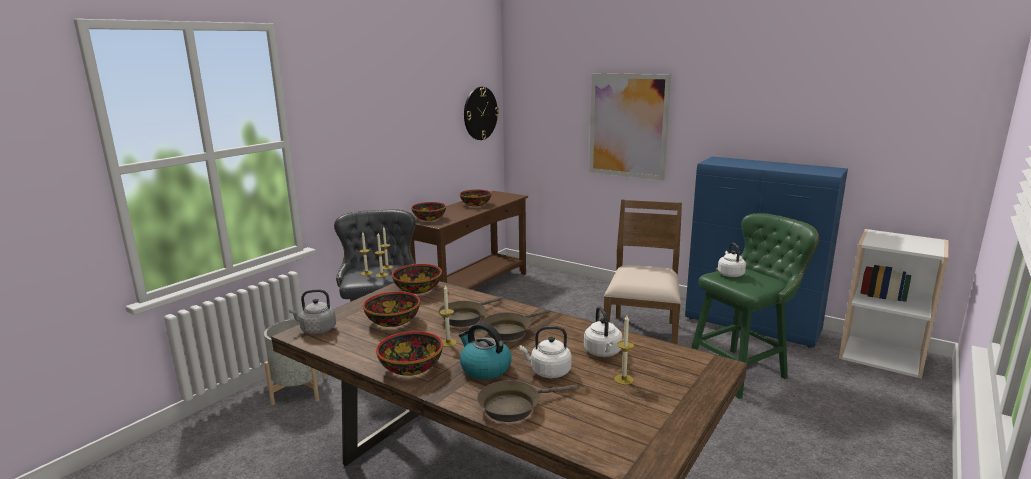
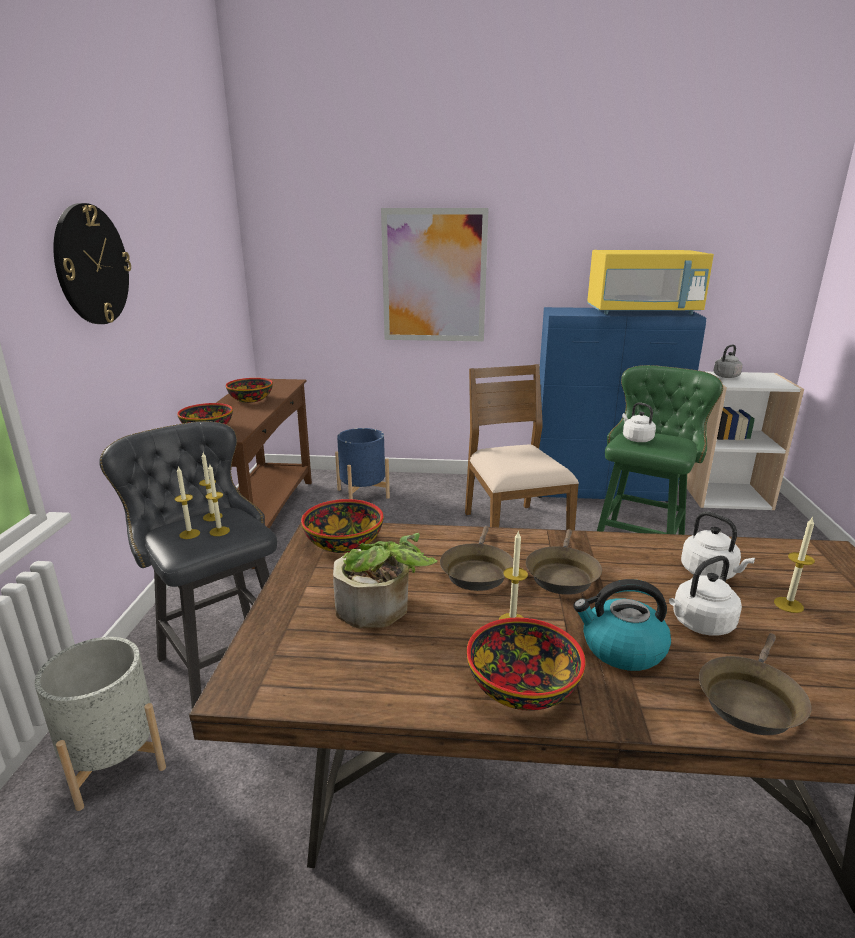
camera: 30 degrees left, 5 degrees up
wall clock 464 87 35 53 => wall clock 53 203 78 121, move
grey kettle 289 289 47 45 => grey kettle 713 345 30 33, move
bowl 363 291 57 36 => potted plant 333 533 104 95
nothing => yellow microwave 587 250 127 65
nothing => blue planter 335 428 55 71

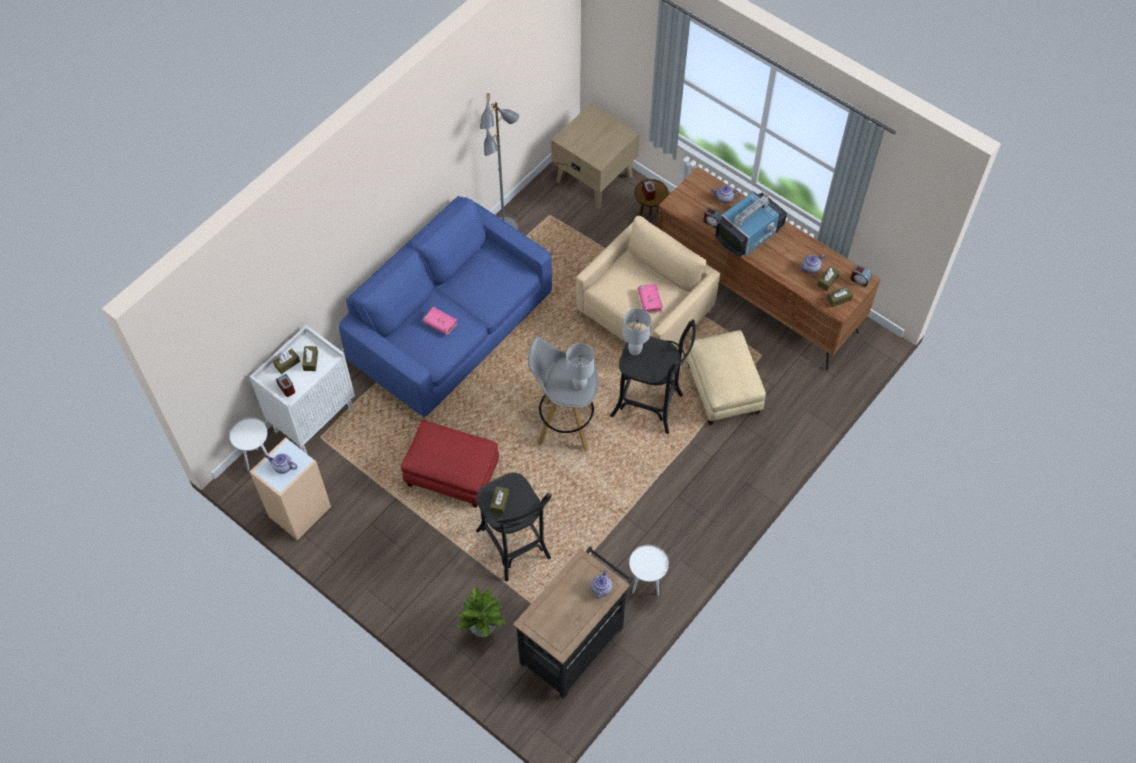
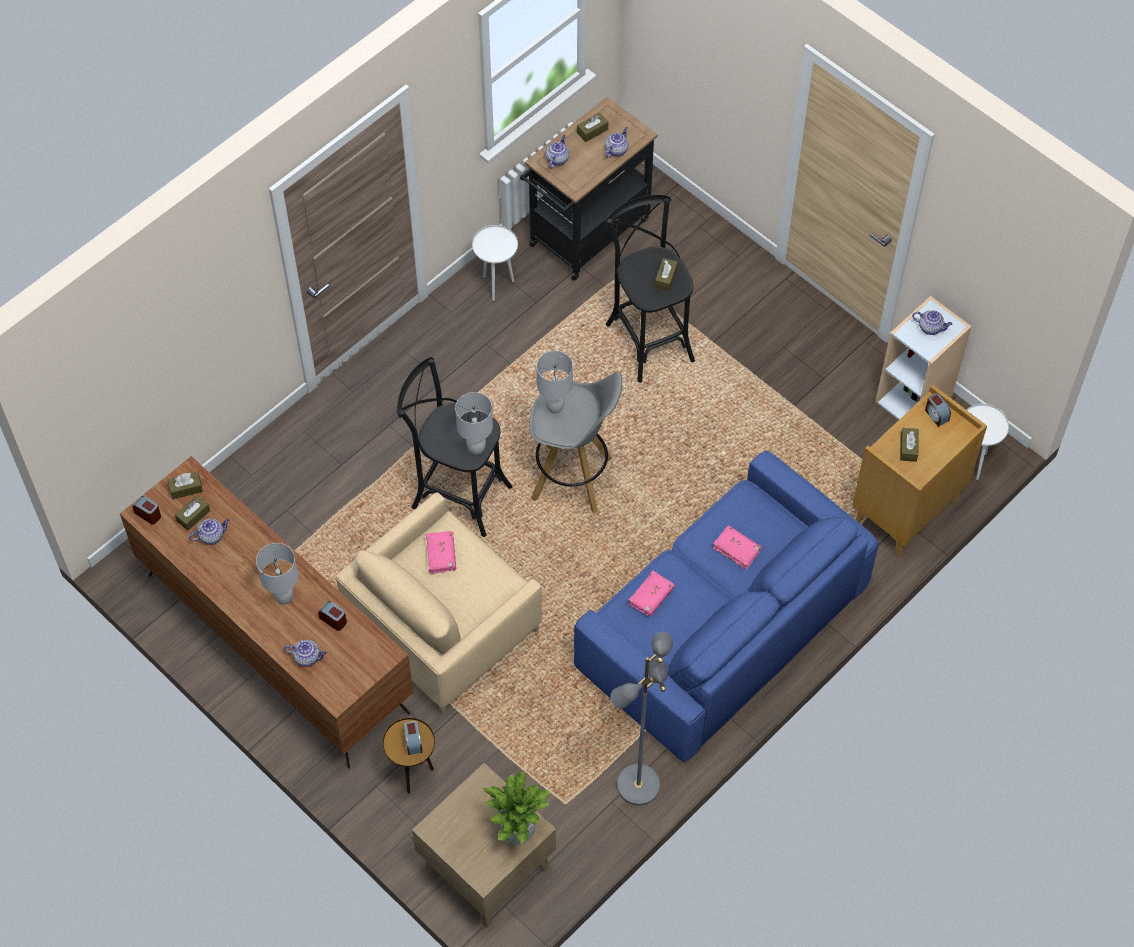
camera: 175 degrees left, 0 degrees up
television 715 191 72 66 => white table lamp 256 543 42 61
white cabinet 249 325 106 129 => brown cabinet 852 385 135 173
beige ottoman 687 330 79 95 => nothing
brown tissue box 273 349 27 25 => brown tissue box 577 113 31 29, move
red ottoman 401 420 98 88 => nothing
potted plant 456 587 50 51 => potted plant 482 772 69 72, move
nothing => teapot 605 127 23 31
nothing => pink book 628 571 47 46

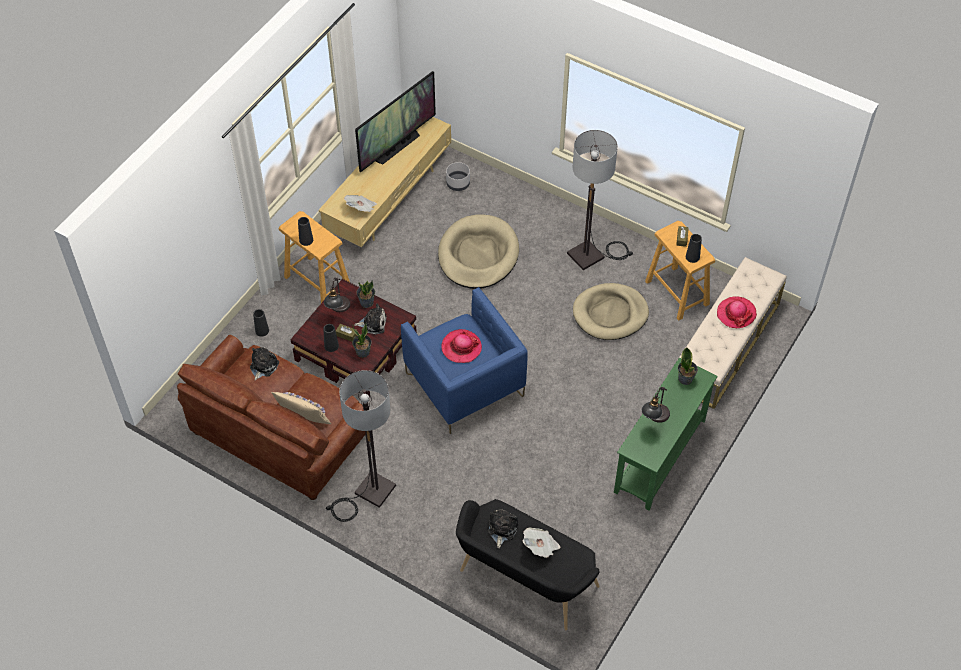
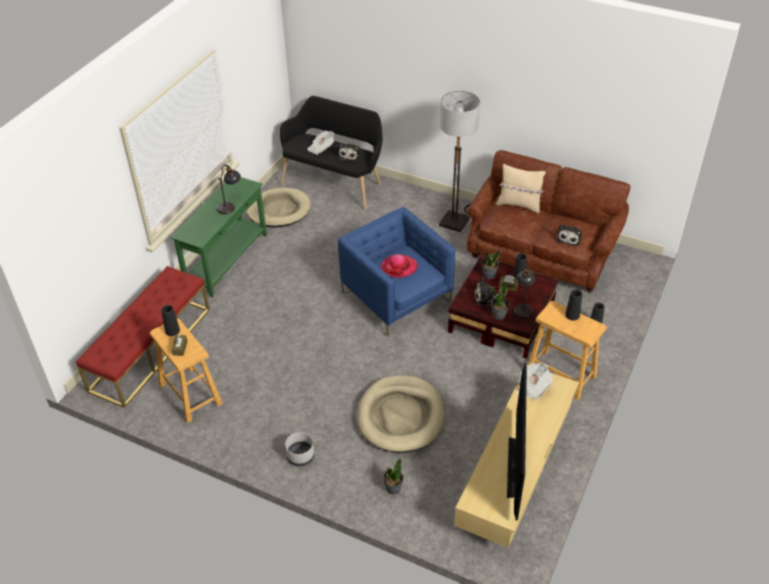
camera: 175 degrees right, 10 degrees down
television 355 71 81 101 => television 507 363 20 158, 150 degrees clockwise
floor lamp 567 130 66 140 => nothing
grey planter 446 162 24 29 => grey planter 285 432 29 34, move
beige bench 678 257 109 152 => red bench 76 266 134 142
beige dog bed 573 283 76 57 => beige dog bed 247 188 64 39, move
hat 717 296 40 32 => nothing
potted plant 678 348 20 37 => potted plant 383 458 21 37, move

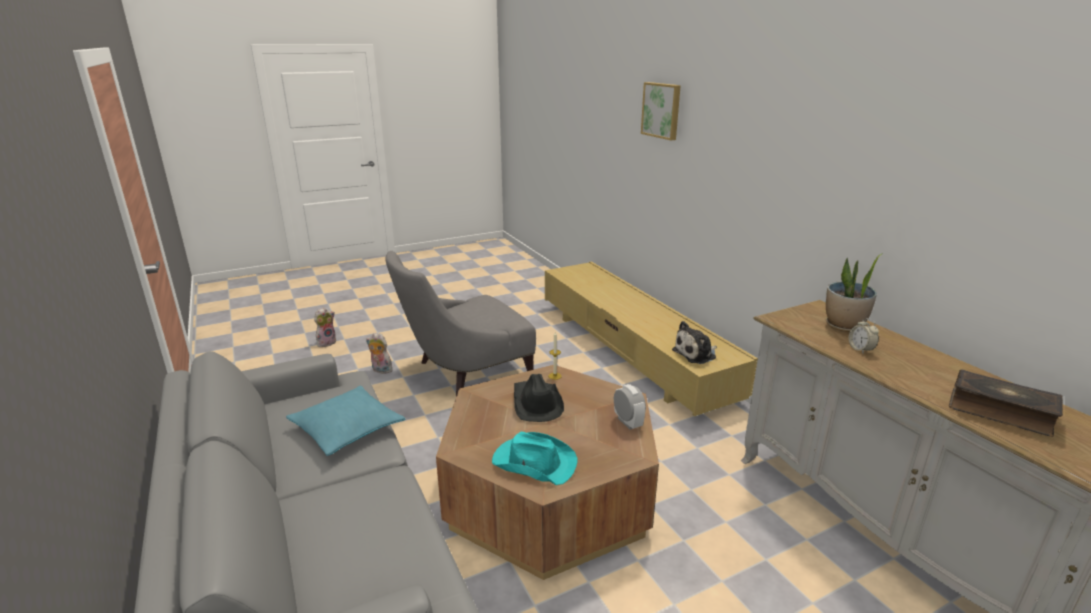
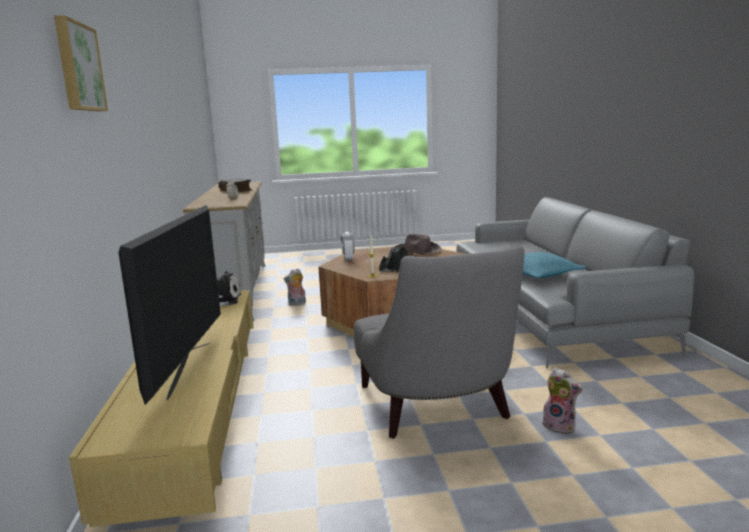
camera: 160 degrees left, 10 degrees down
grey armchair 385 251 151 145 => grey armchair 354 245 171 194, 90 degrees clockwise
potted plant 826 253 57 79 => nothing
plush toy 314 308 22 39 => plush toy 284 268 22 37, move
turquoise hat 492 432 85 53 => brown hat 395 234 46 21
nothing => television 118 205 103 200

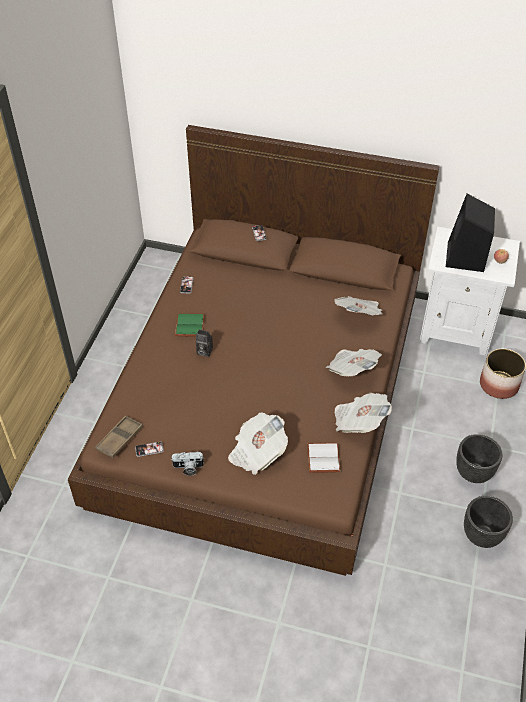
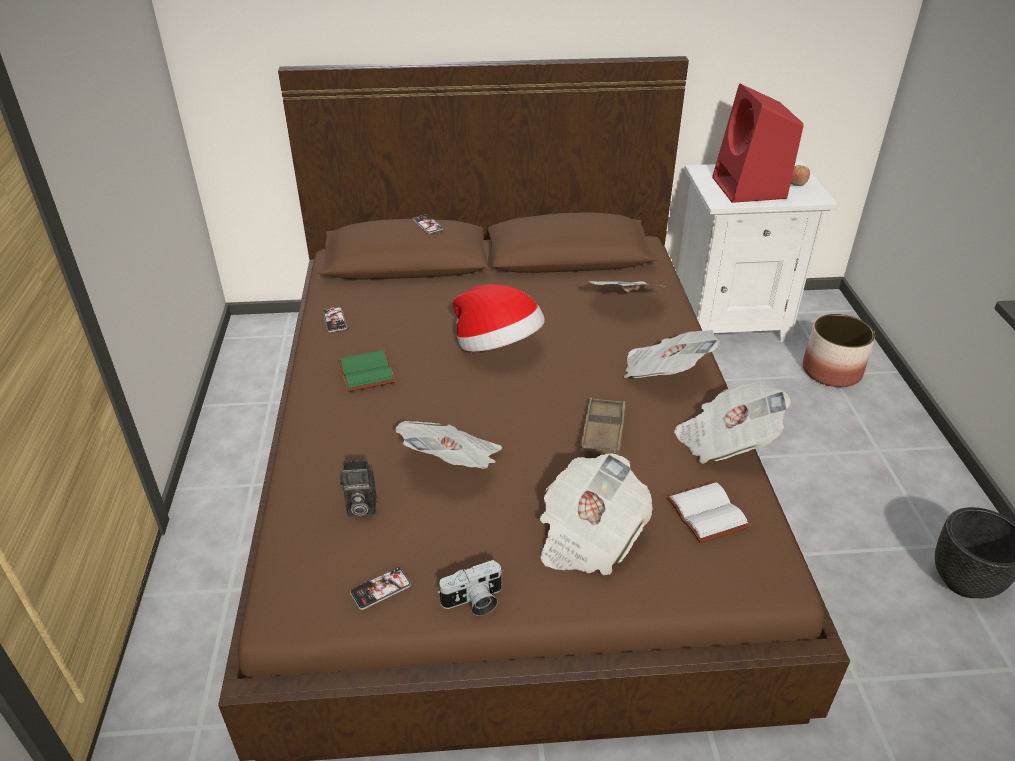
camera: 20 degrees left, 10 degrees down
black speaker 446 194 49 78 => red speaker 712 84 92 119
photo camera 196 329 17 28 => photo camera 340 460 36 57, move
brown tray 95 416 48 42 => brown tray 580 398 46 57, move
black planter 456 434 46 49 => nothing
nothing => hat 453 284 92 68
nothing => newspaper 396 421 106 48

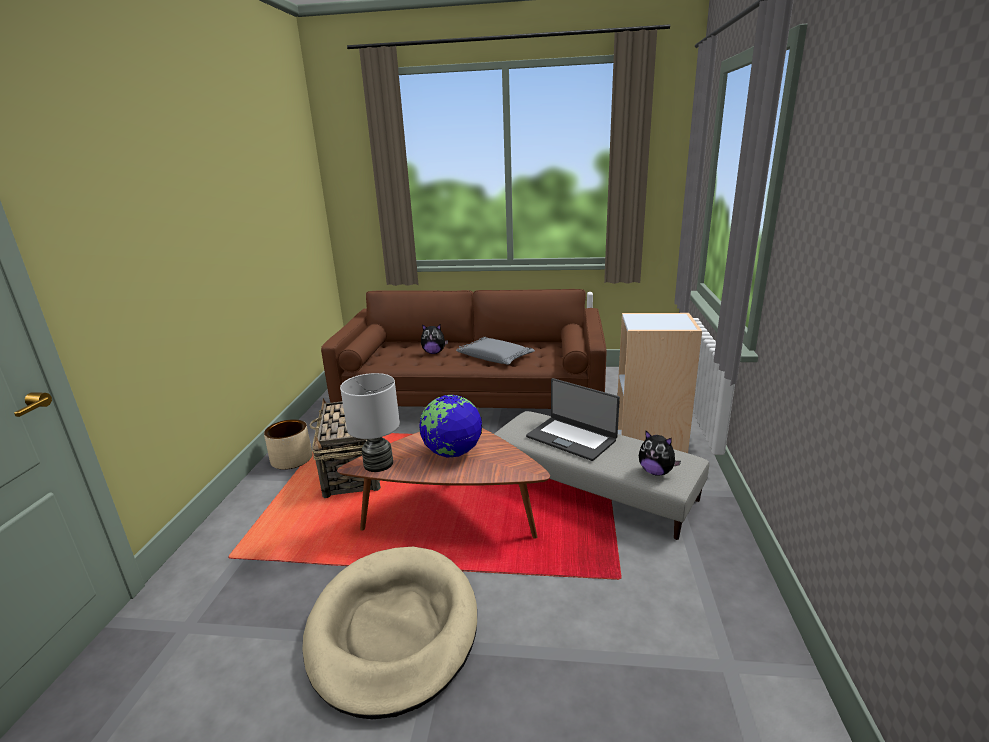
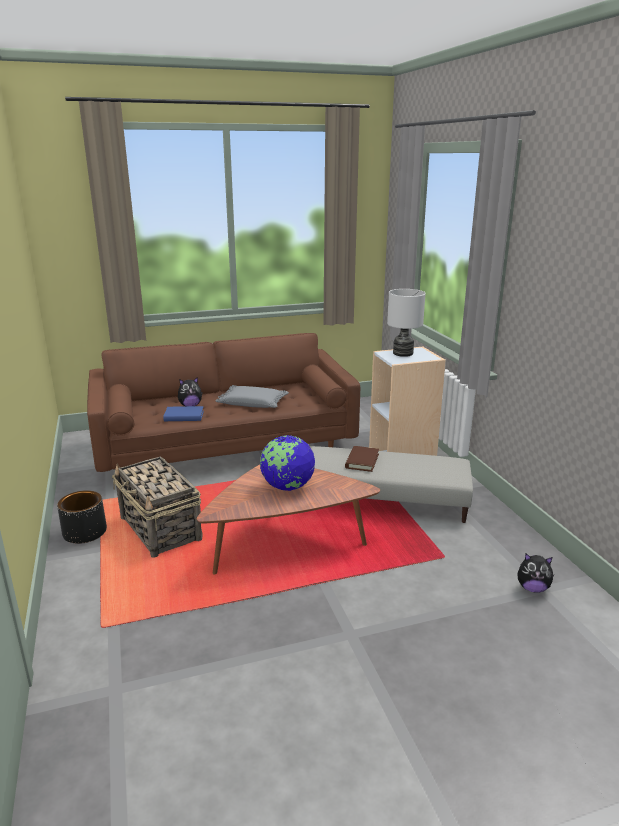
camera: 25 degrees left, 0 degrees up
grey table lamp 340 373 60 99 => grey table lamp 387 289 39 68, move
laptop 526 378 94 83 => brown book 345 446 34 26
beige planter 264 419 48 51 => black planter 57 490 50 54
plush toy 638 430 43 46 => plush toy 517 554 38 39, move
beige dog bed 302 547 175 172 => nothing
nothing => blue book 163 406 41 15

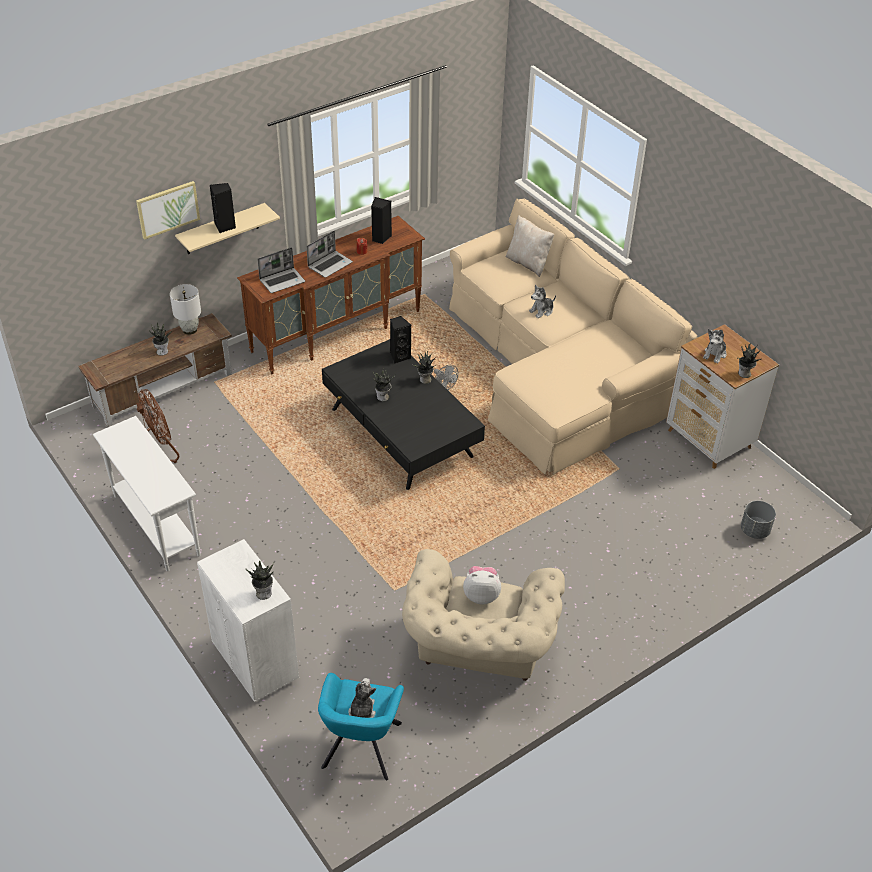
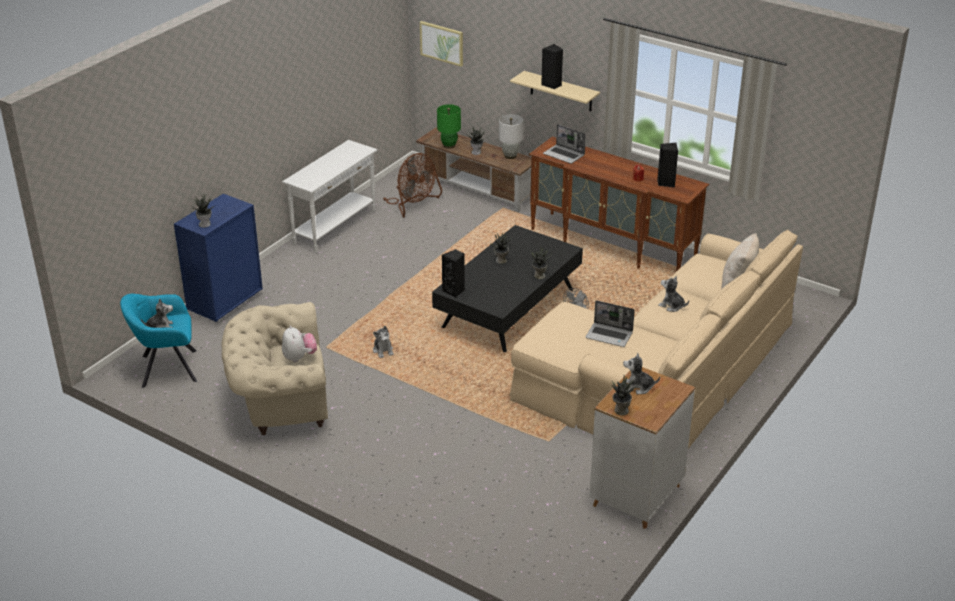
camera: 70 degrees right, 10 degrees down
picture 136 181 64 59 => picture 420 21 43 46, move
laptop 307 231 46 47 => laptop 585 300 50 47, move
black speaker 390 316 21 48 => black speaker 442 249 23 49, move
grey planter 741 501 35 38 => nothing
white cabinet 197 539 102 163 => blue cabinet 174 194 89 128
nothing => green table lamp 437 104 24 45
nothing => plush toy 373 326 21 32

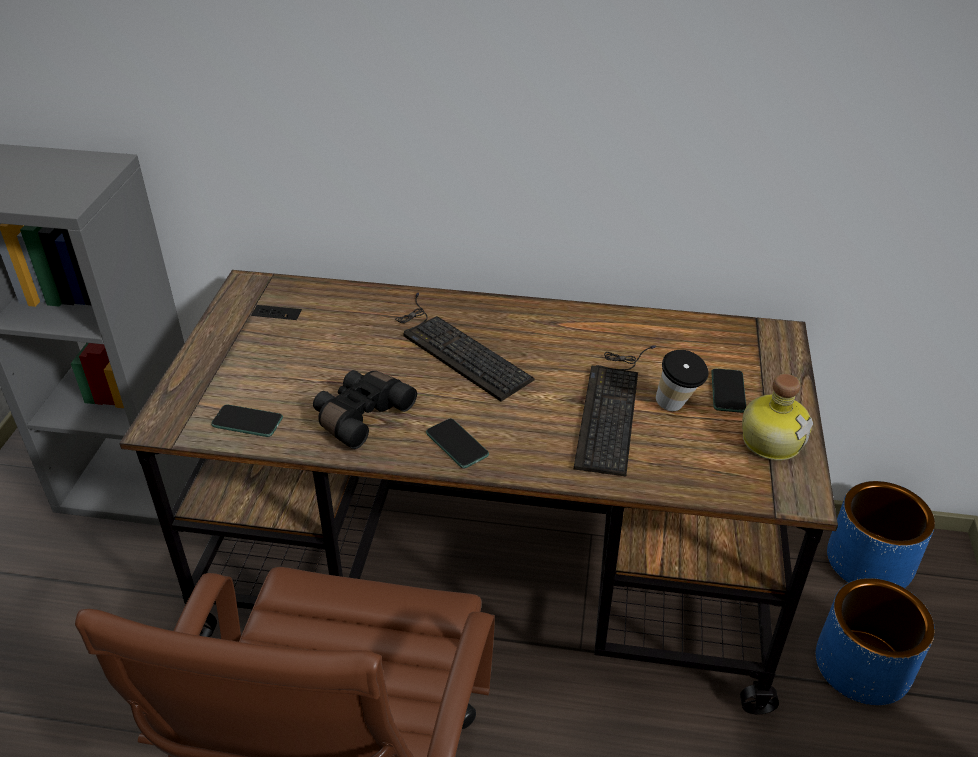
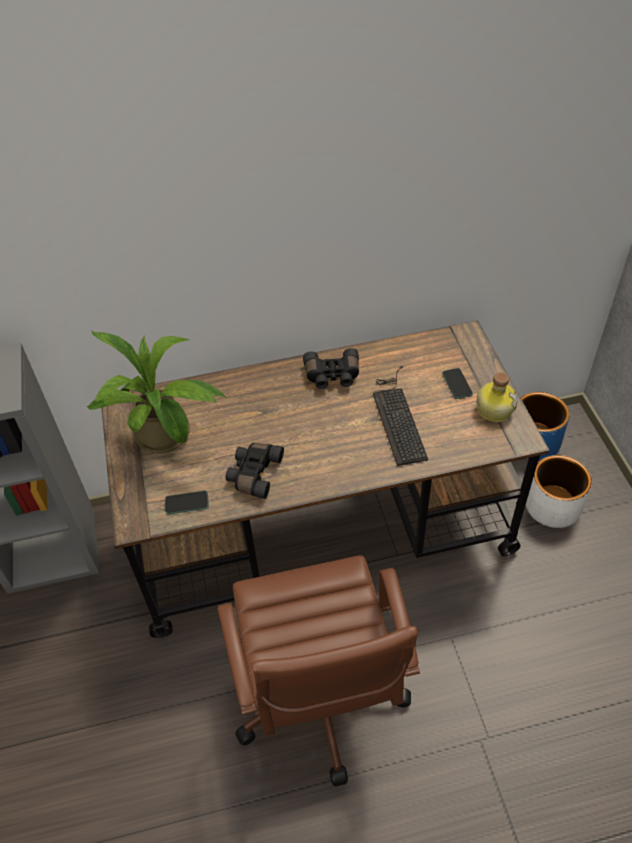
camera: 20 degrees left, 10 degrees up
keyboard 395 293 140 109 => nothing
cup 656 350 53 61 => nothing
phone 426 418 63 50 => nothing
blue planter 816 578 119 127 => white planter 526 455 66 73
nothing => potted plant 87 330 139 123
nothing => black binoculars 303 348 56 41

